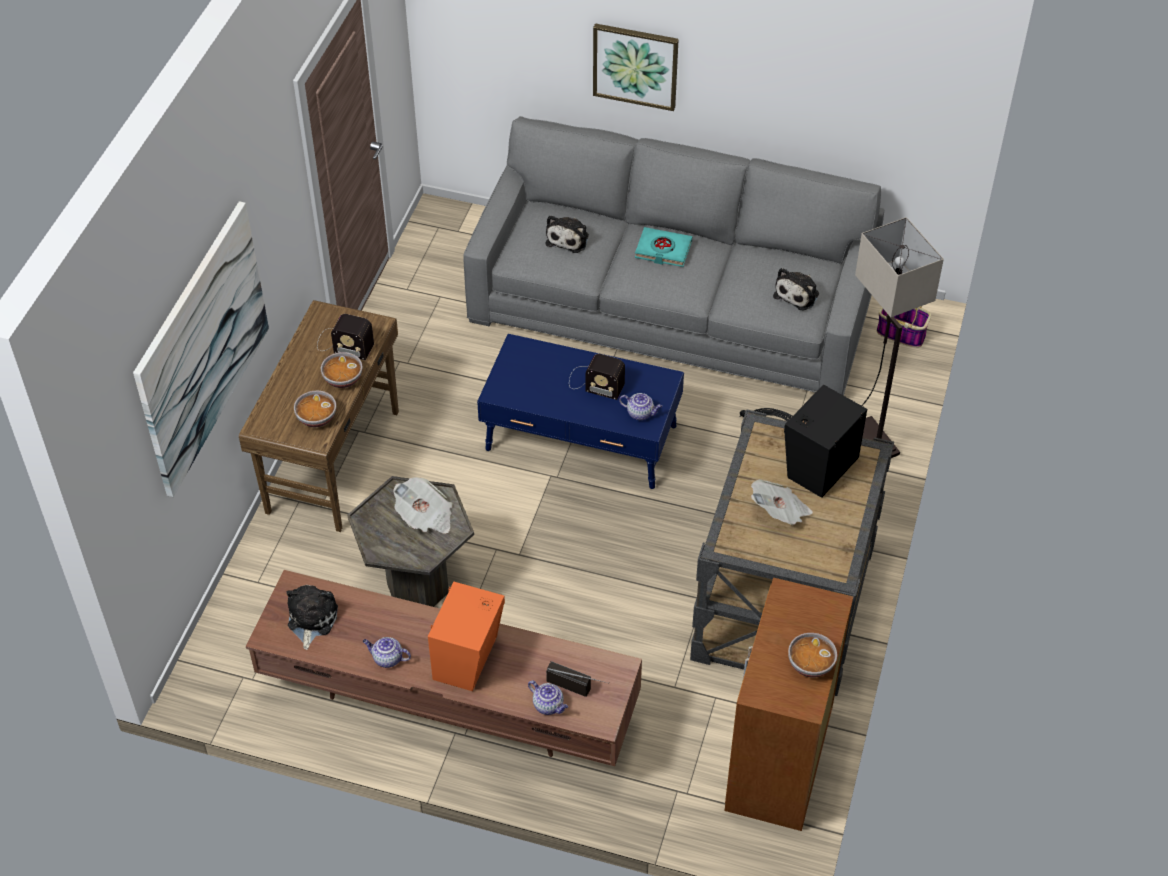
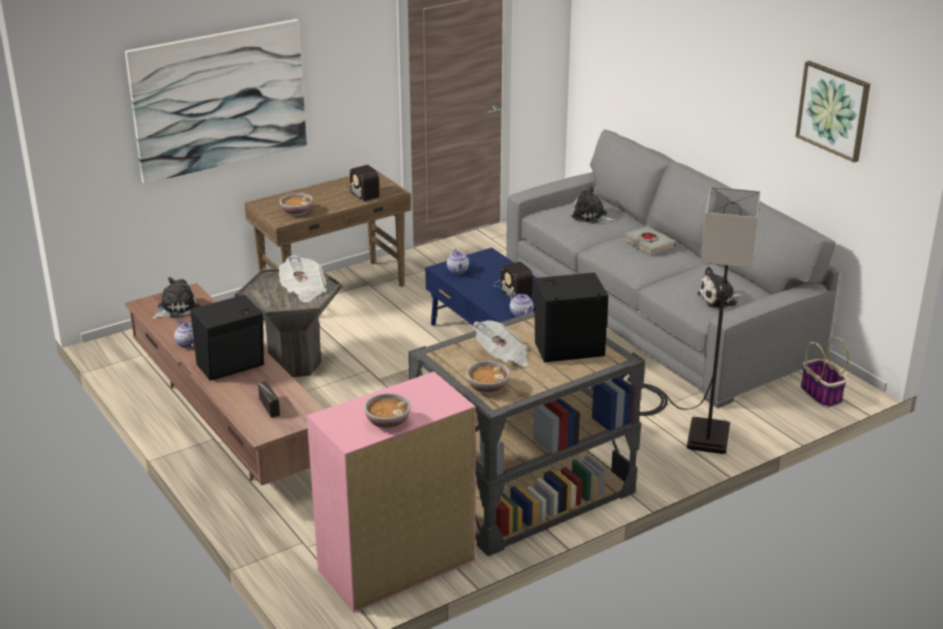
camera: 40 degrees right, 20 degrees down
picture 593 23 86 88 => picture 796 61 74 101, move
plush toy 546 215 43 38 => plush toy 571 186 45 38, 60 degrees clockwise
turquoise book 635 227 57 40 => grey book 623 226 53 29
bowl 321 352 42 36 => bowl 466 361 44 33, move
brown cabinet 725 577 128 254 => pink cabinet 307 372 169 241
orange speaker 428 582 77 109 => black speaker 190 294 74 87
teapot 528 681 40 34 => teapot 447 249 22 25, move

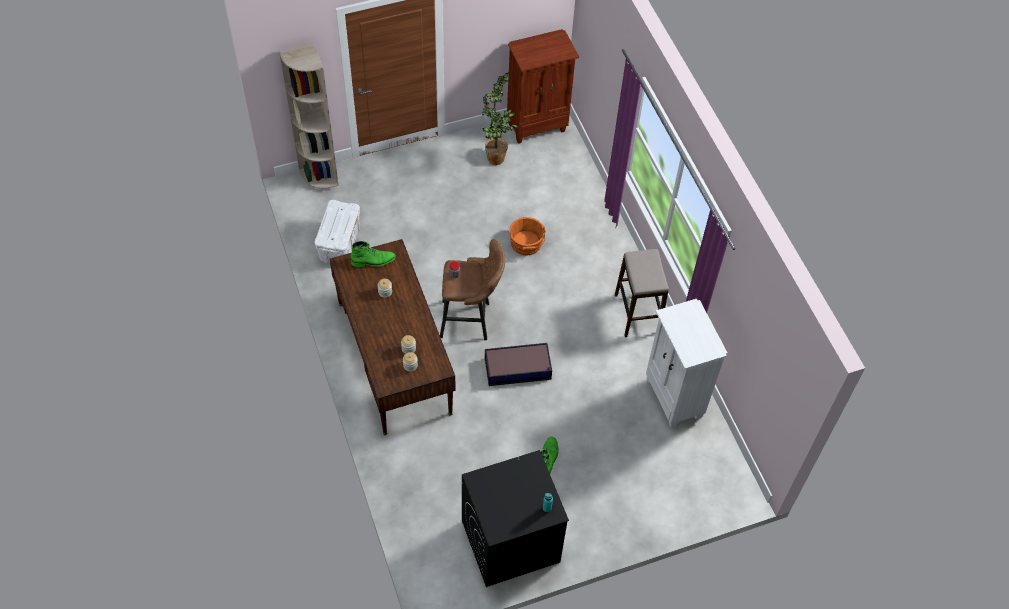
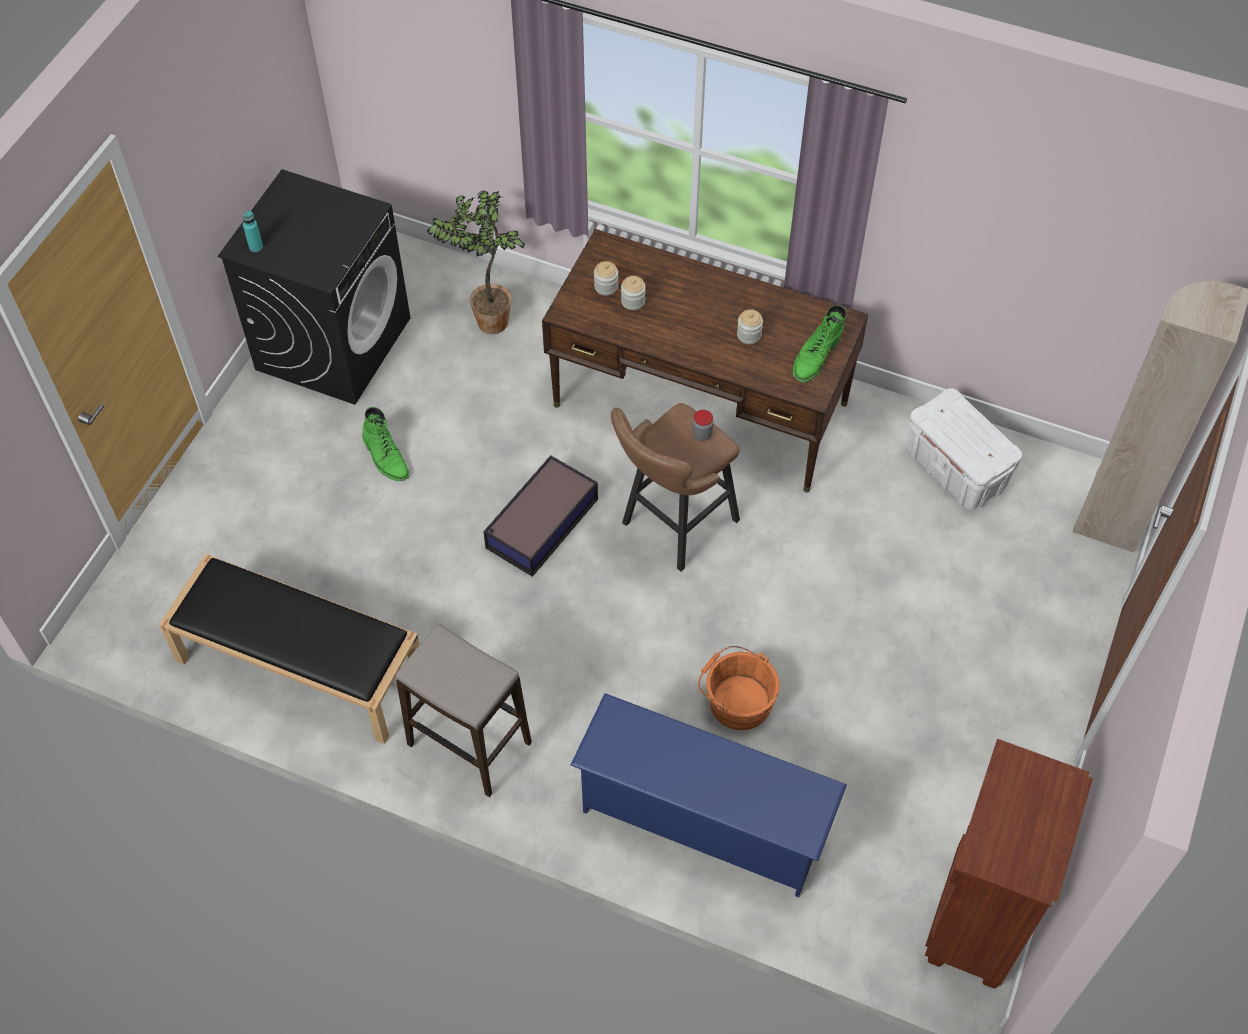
camera: 135 degrees right, 0 degrees up
potted plant 482 72 36 93 => potted plant 427 190 98 144, move
white cabinet 646 299 81 128 => black bench 159 554 261 190
nothing => blue shoe rack 571 693 276 204

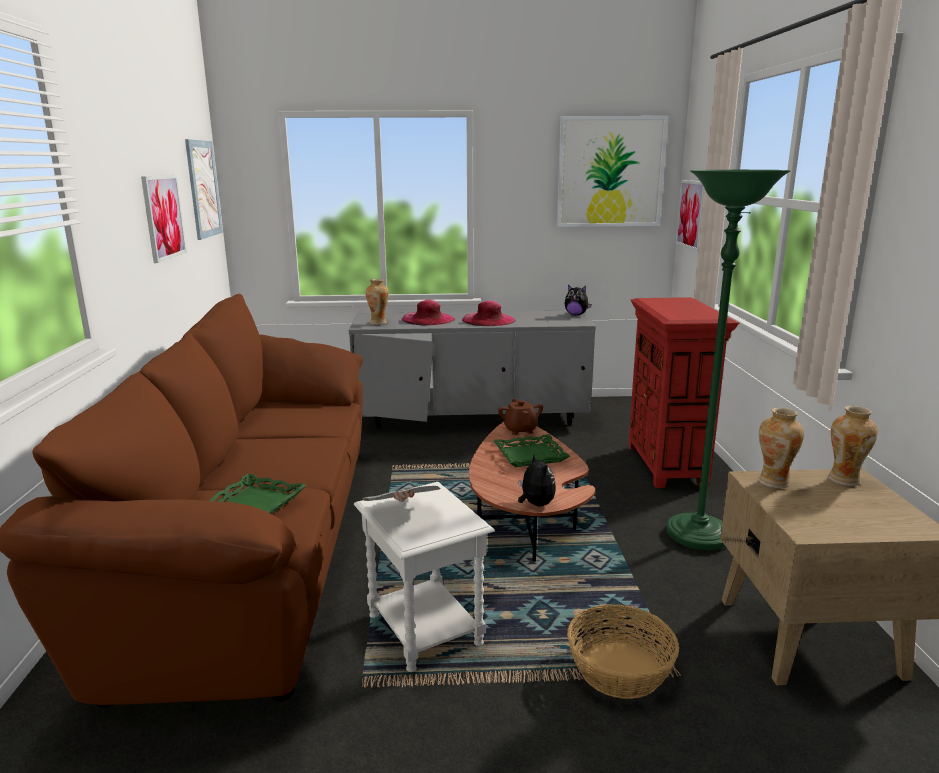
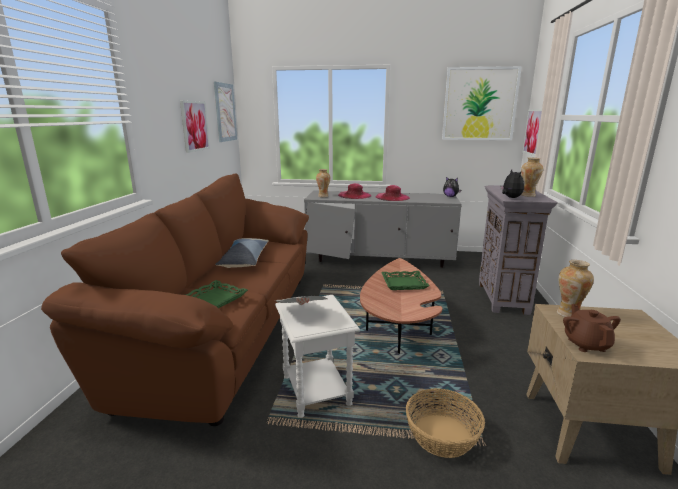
camera: 10 degrees right, 0 degrees up
green floor lamp 666 170 125 380 => nothing
red cabinet 629 297 110 191 => grey cabinet 479 185 79 130
brown teapot 498 399 45 36 => brown teapot 563 304 58 48, move
vase 828 406 50 80 => vase 521 157 22 40, move
plush toy 518 453 38 53 => plush toy 500 169 24 29, move
nothing => pillow 215 238 54 30

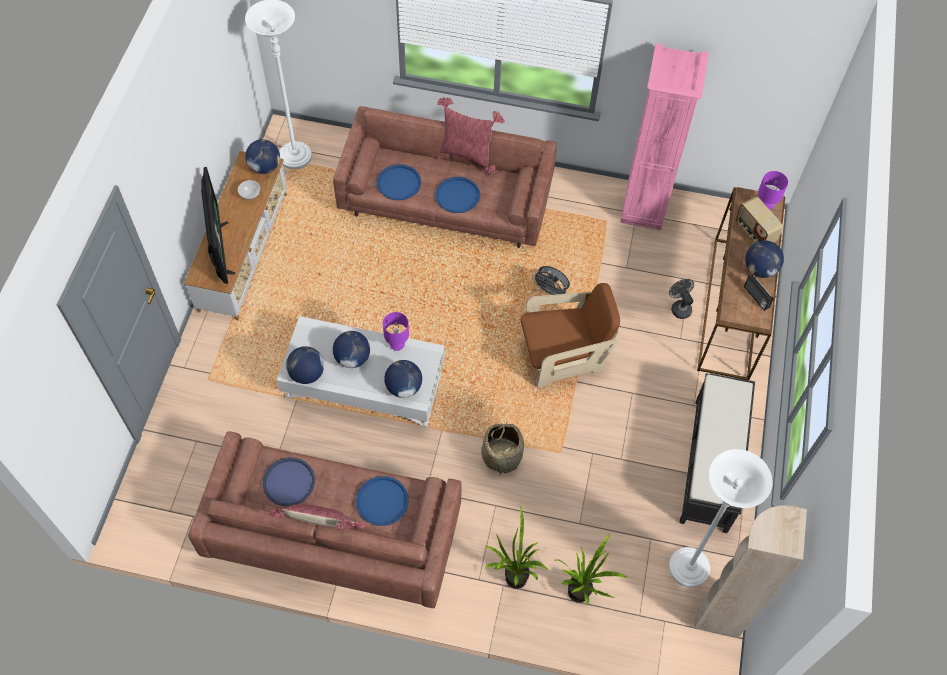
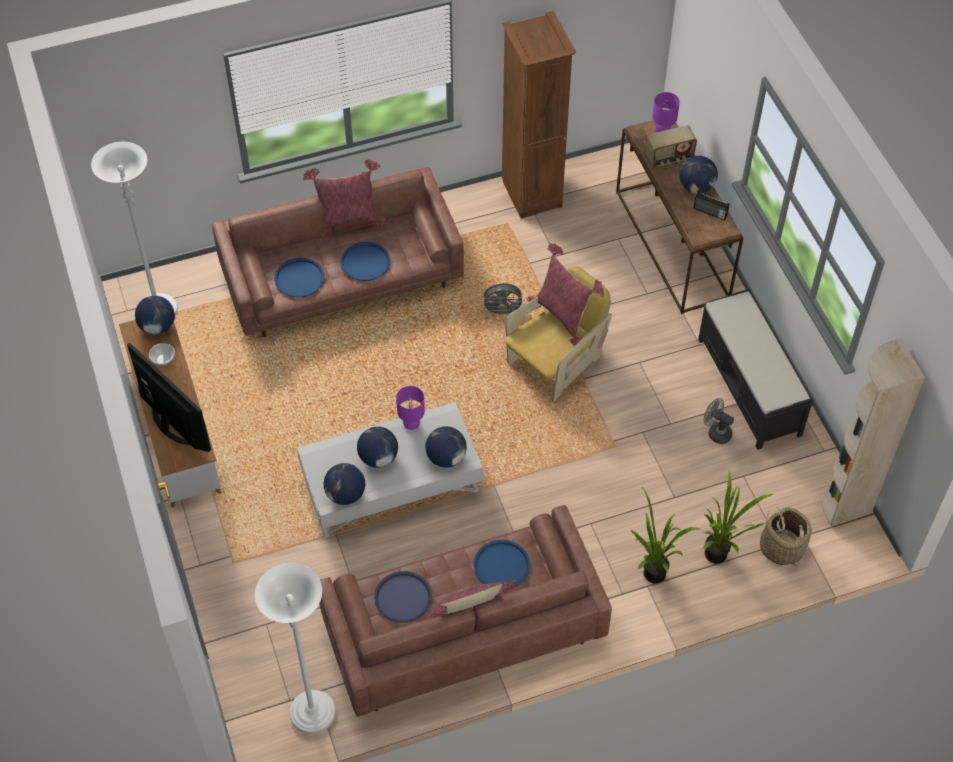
camera: 30 degrees left, 5 degrees down
pink cabinet 620 43 89 187 => brown cabinet 502 11 74 208
radio 736 196 47 47 => radio 646 125 51 43, 45 degrees counterclockwise
grey fan 669 279 25 40 => grey fan 704 398 30 46, move
brown armchair 521 283 99 104 => yellow armchair 505 266 107 136
basket 481 421 43 54 => basket 760 507 52 59, move
white floor lamp 669 449 103 139 => white floor lamp 255 563 80 171, move
nothing => red pillow 527 244 77 102

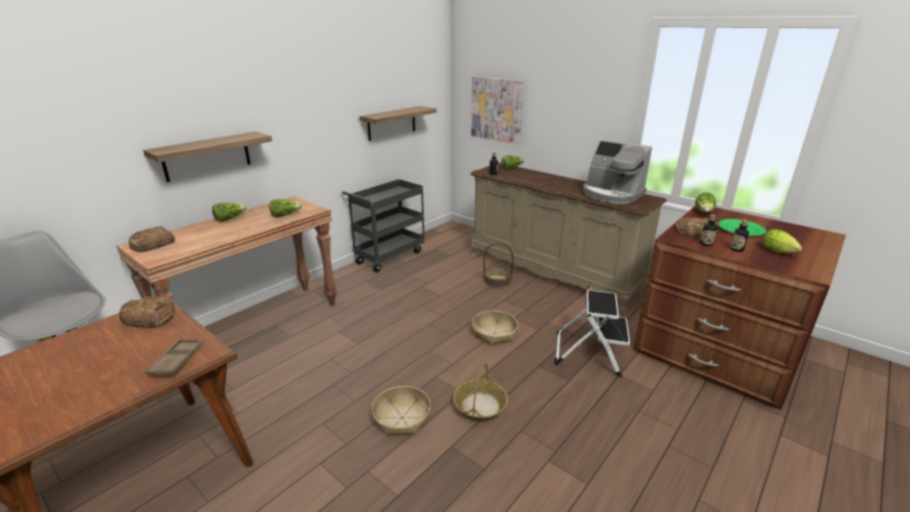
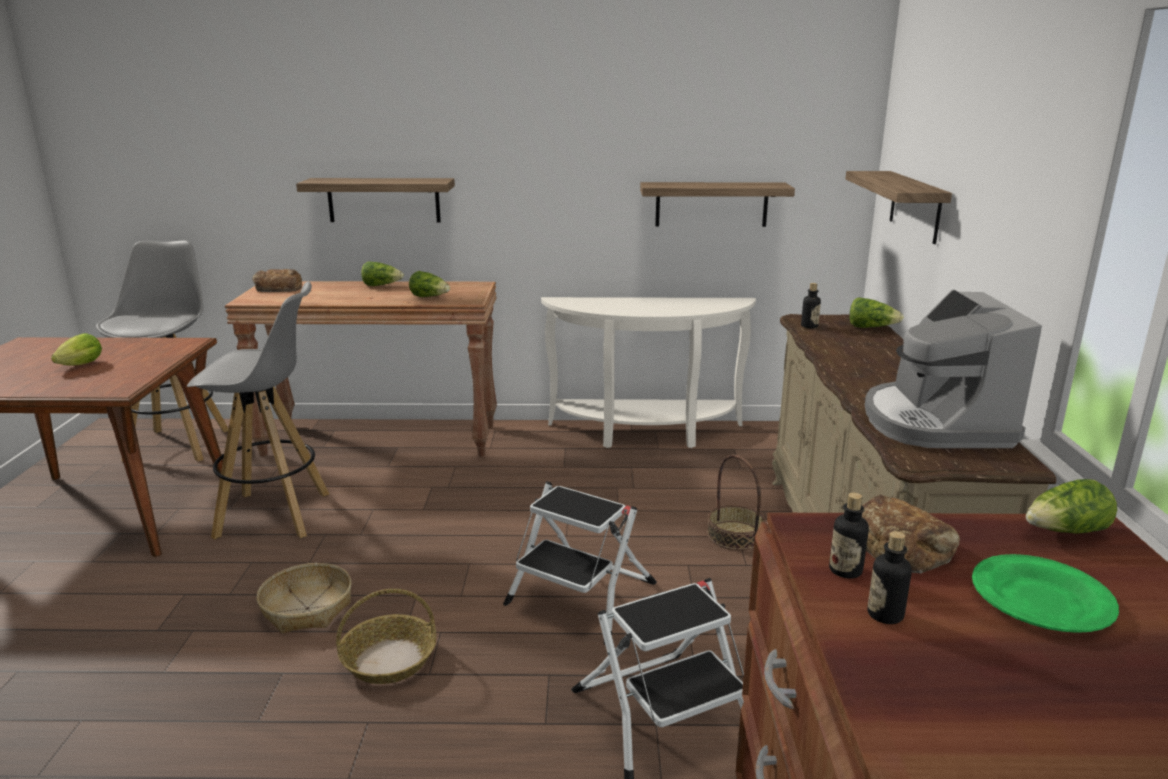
camera: 50 degrees right, 5 degrees down
picture 471 76 52 68 => shelf 845 171 107 73
grey cart 342 179 83 93 => white console table 541 297 215 151
lettuce 762 229 40 24 => lettuce 51 333 51 32, move
bread 119 296 57 33 => nothing
basket 472 311 46 35 => step ladder 503 481 154 163
brown tray 145 339 59 37 => nothing
nothing => grey stool 187 281 142 259

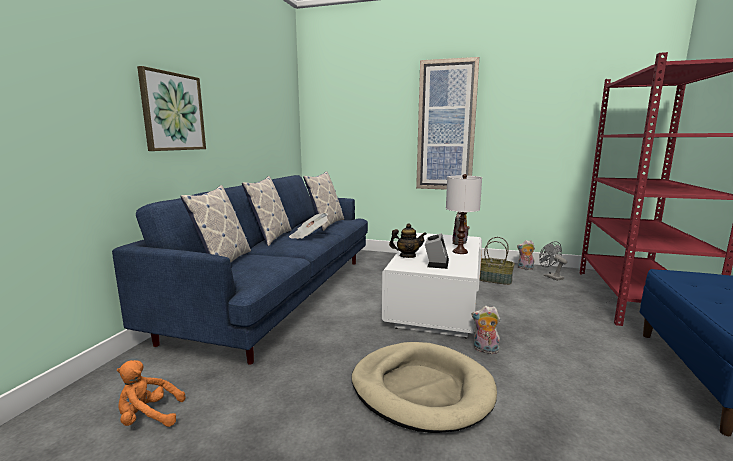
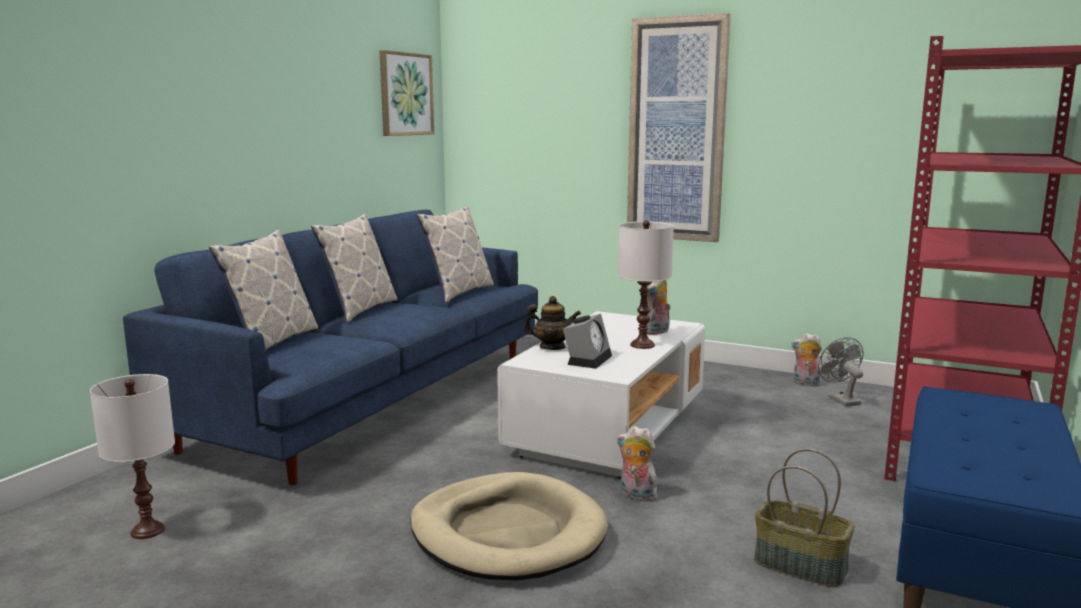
camera: 10 degrees right, 0 degrees up
picture 137 66 69 85 => picture 380 50 54 86, move
newspaper 289 213 39 26 => nothing
basket 480 237 35 48 => basket 754 449 101 138, move
orange plush toy 117 360 68 67 => white table lamp 90 374 85 165

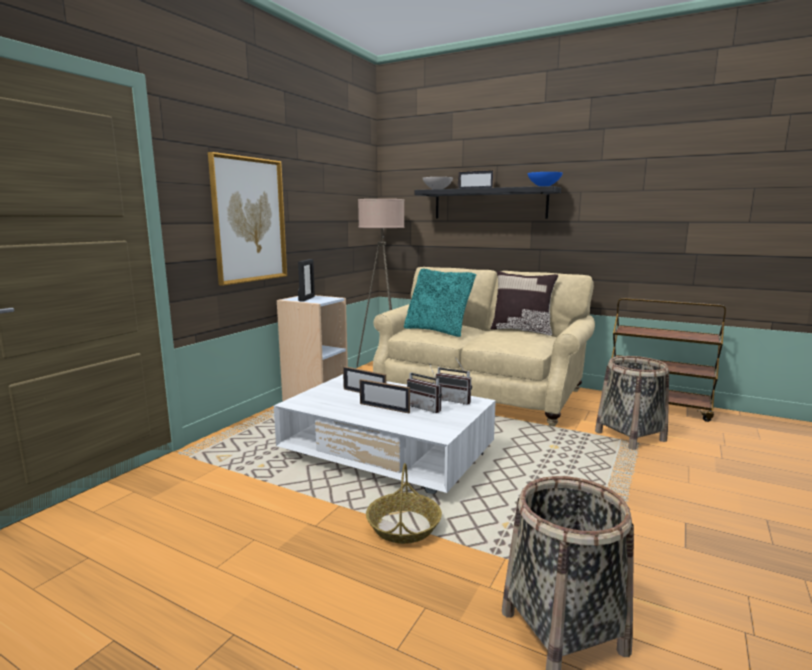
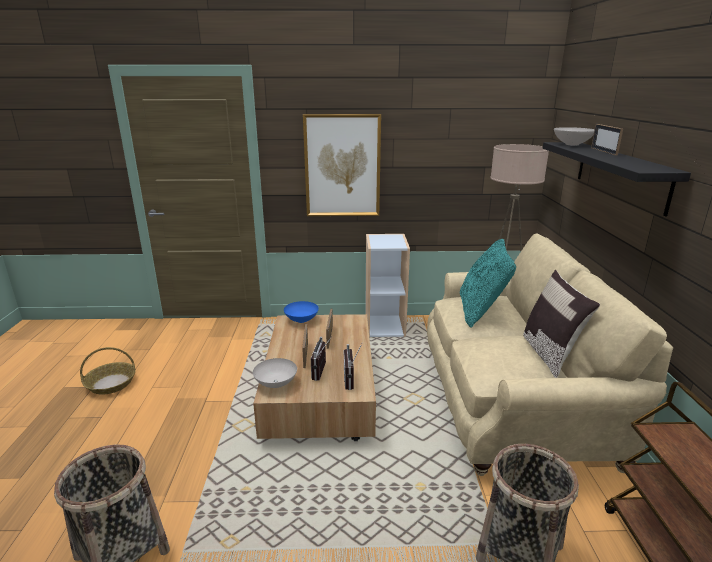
camera: 60 degrees right, 10 degrees up
blue bowl 528 172 35 14 => blue bowl 284 301 35 22, move
picture frame 298 259 17 43 => nothing
white coffee table 274 374 222 120 => brown coffee table 253 314 123 127
basket 366 463 76 81 => basket 80 347 56 48, move
nothing => white bowl 253 358 44 30

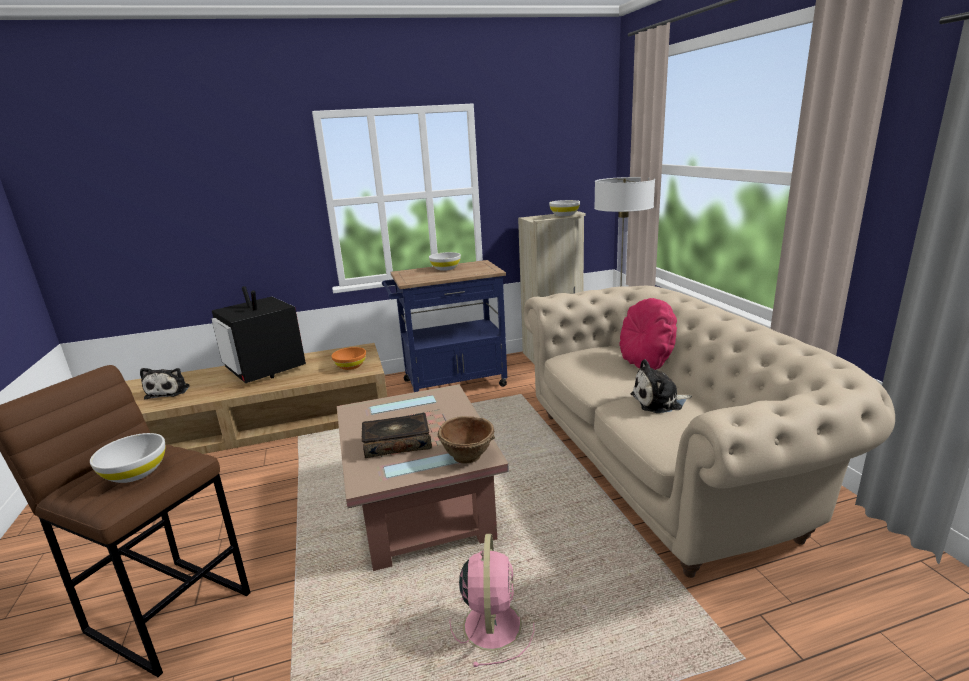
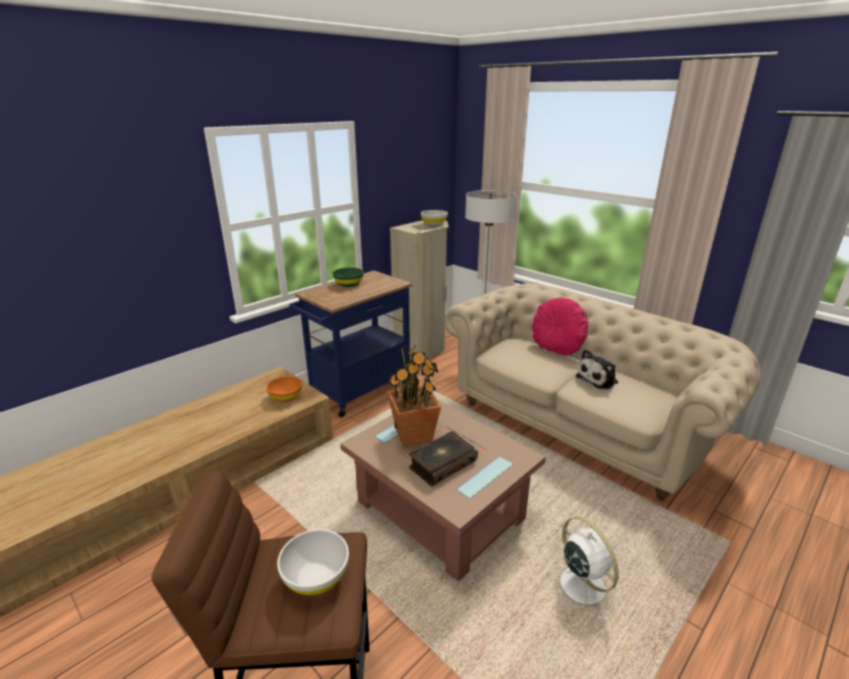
camera: 30 degrees left, 5 degrees up
white bowl 429 252 32 19 => green bowl 333 267 31 20
television 211 286 95 97 => nothing
plush toy 140 368 50 31 => nothing
brown bowl 437 416 58 48 => nothing
pink fan 449 534 85 133 => white fan 544 516 76 105
nothing => potted plant 387 344 54 103

